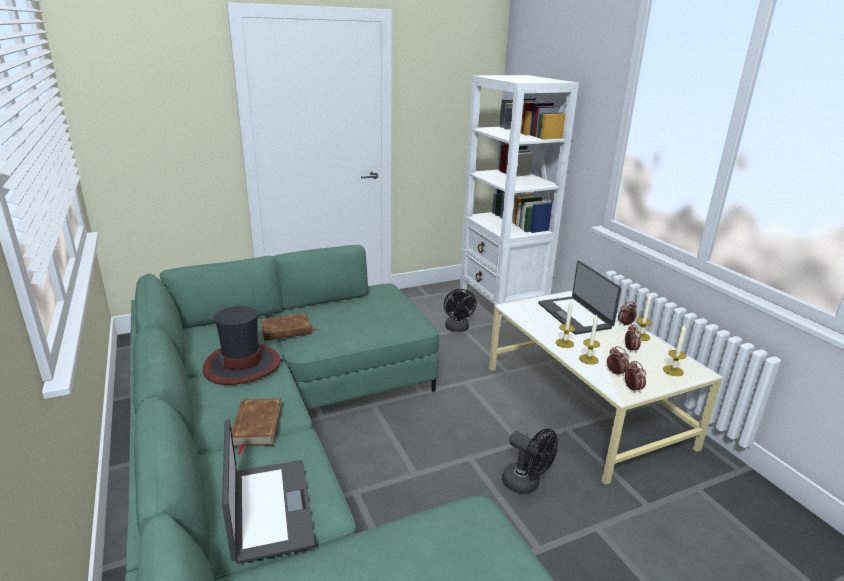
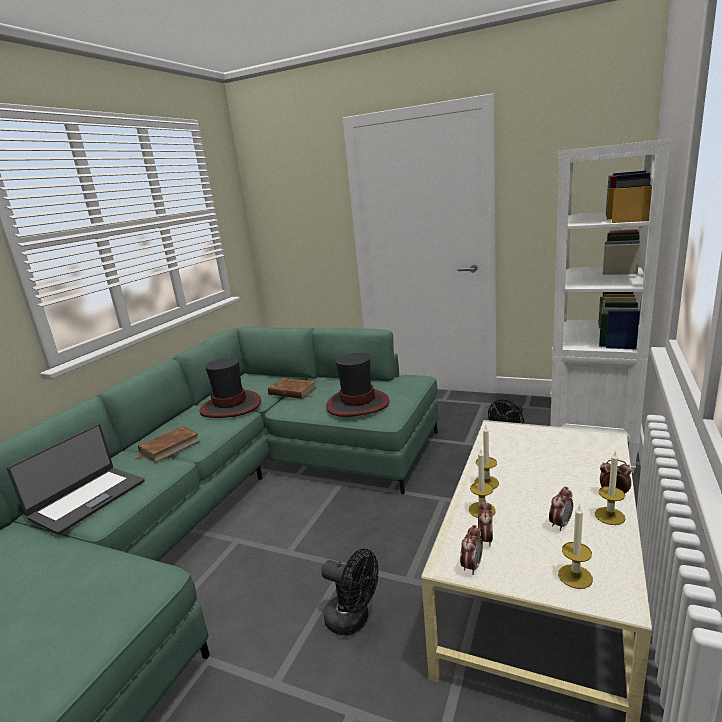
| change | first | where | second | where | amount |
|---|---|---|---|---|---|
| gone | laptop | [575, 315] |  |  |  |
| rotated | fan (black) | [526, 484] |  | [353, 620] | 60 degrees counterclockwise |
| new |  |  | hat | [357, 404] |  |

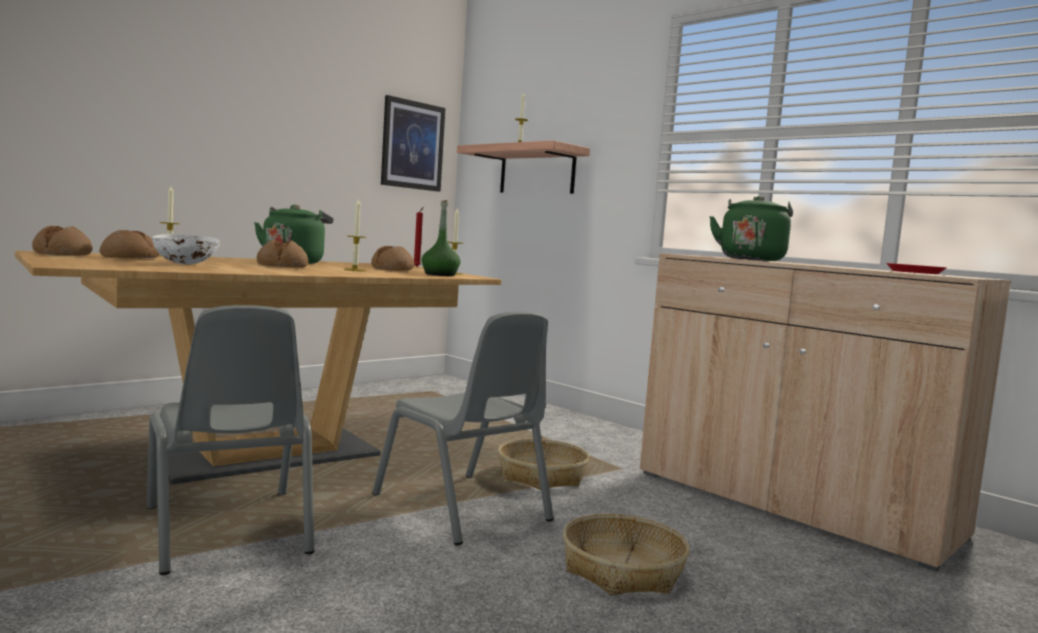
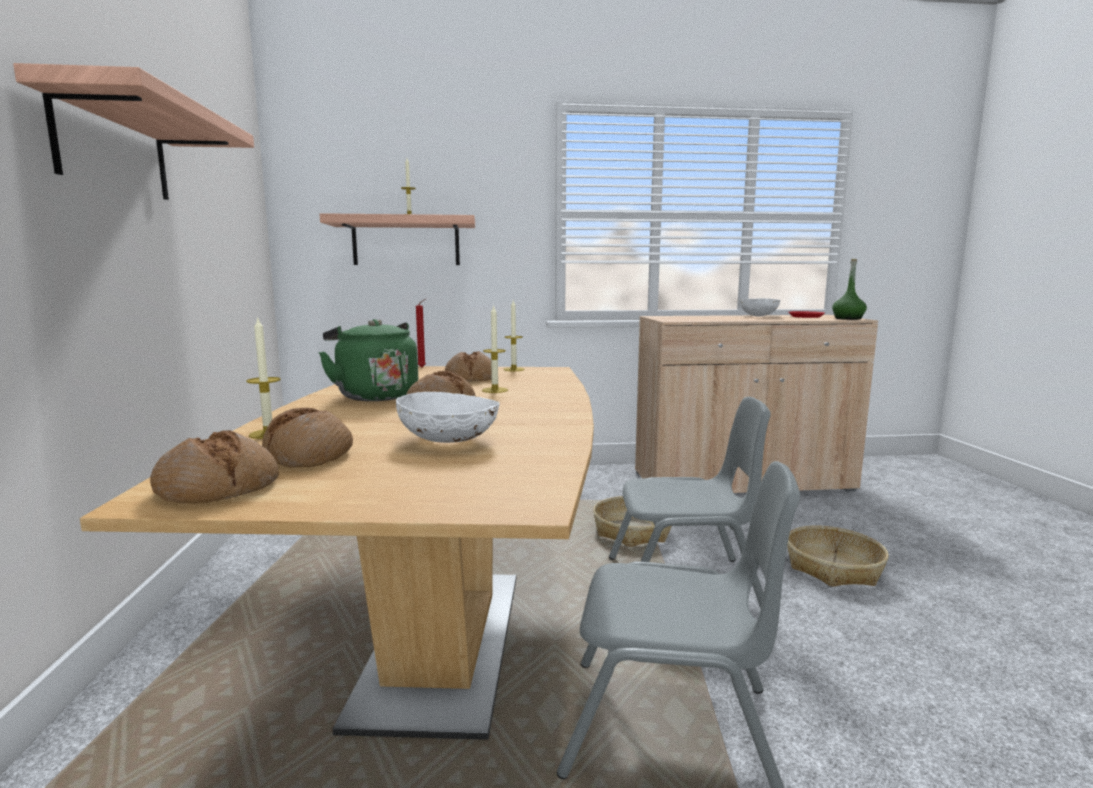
| change | first | where | second | where | amount |
|---|---|---|---|---|---|
| gone | picture | [412, 145] |  |  |  |
| gone | kettle (green) | [752, 259] |  |  |  |
| shifted | bottle (green) | [440, 274] |  | [848, 318] |  |
| new |  |  | shelf | [113, 147] |  |
| new |  |  | bowl (white) | [757, 316] |  |

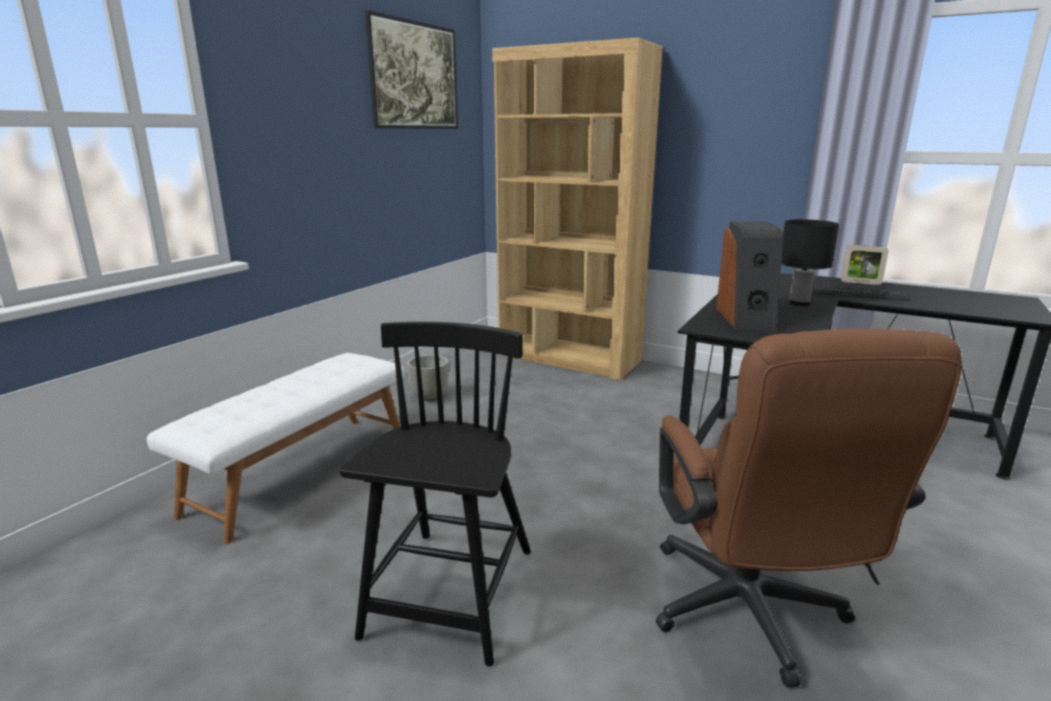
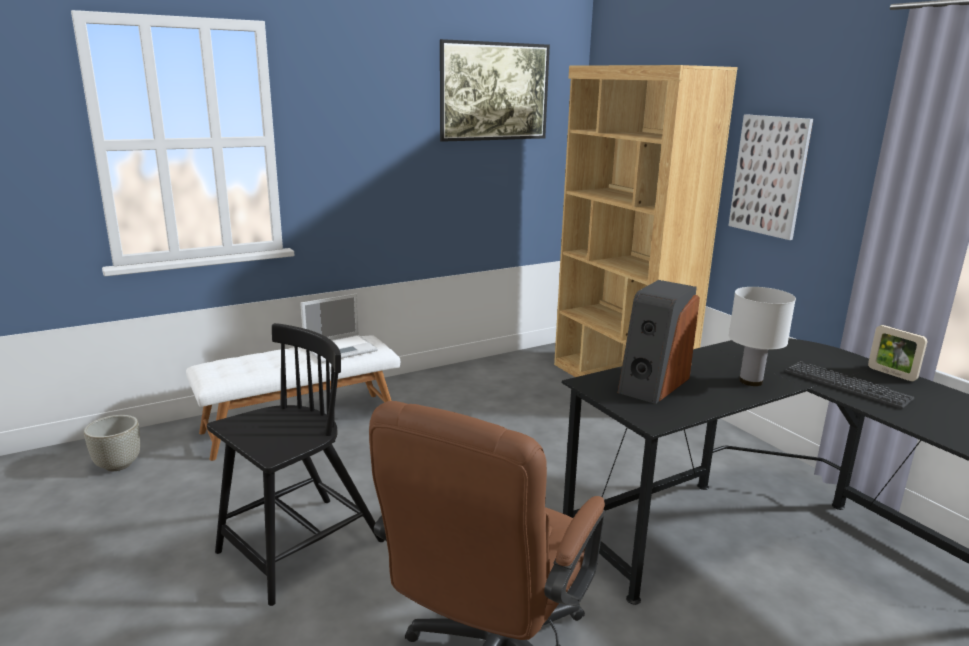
| change | first | where | second | where | amount |
|---|---|---|---|---|---|
| repainted | table lamp (black) | [799, 303] | table lamp (white) | [750, 381] |  |
| shifted | planter (grey) | [429, 397] |  | [117, 465] |  |
| new |  |  | picture | [769, 176] |  |
| new |  |  | laptop | [341, 348] |  |

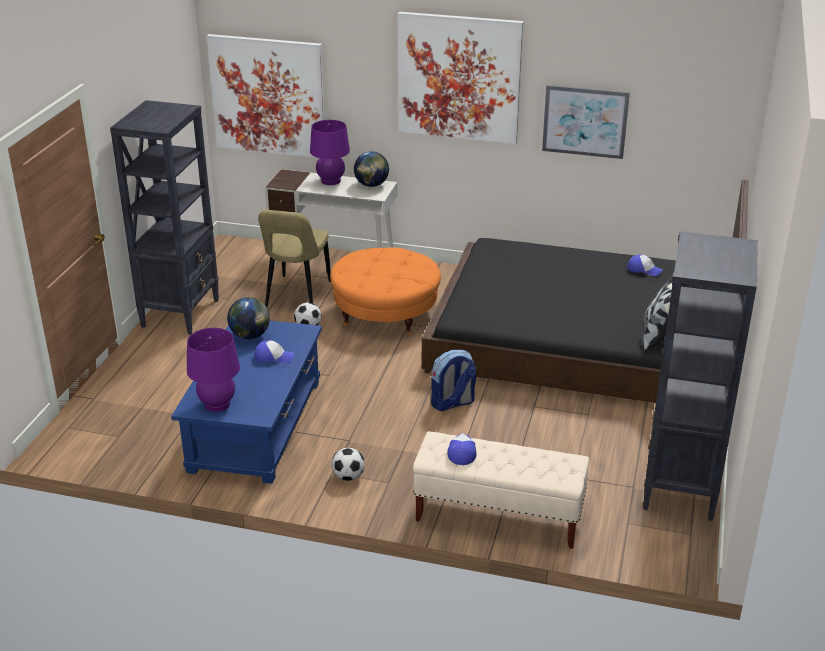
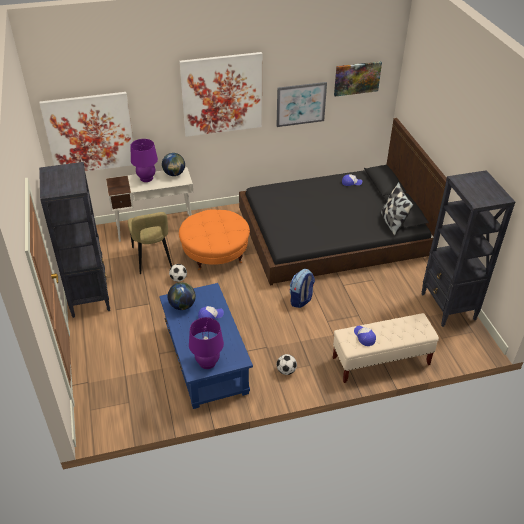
| change | first | where | second | where | amount |
|---|---|---|---|---|---|
| new |  |  | picture | [357, 78] |  |

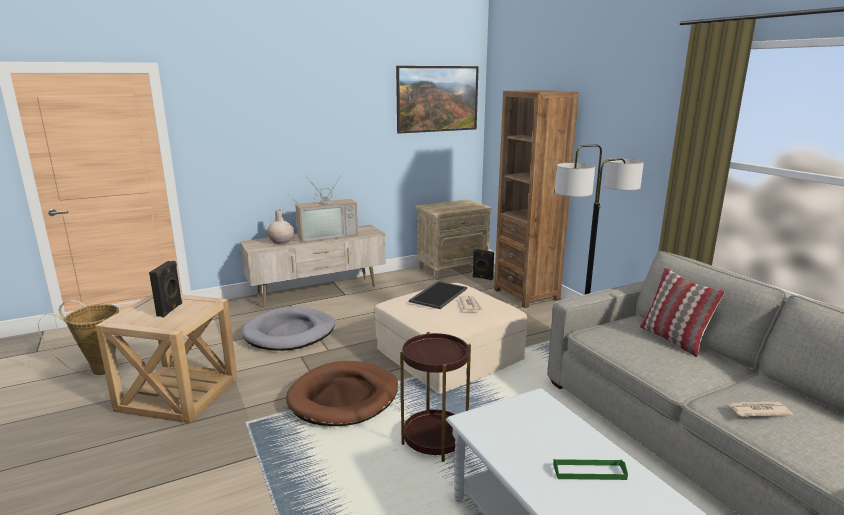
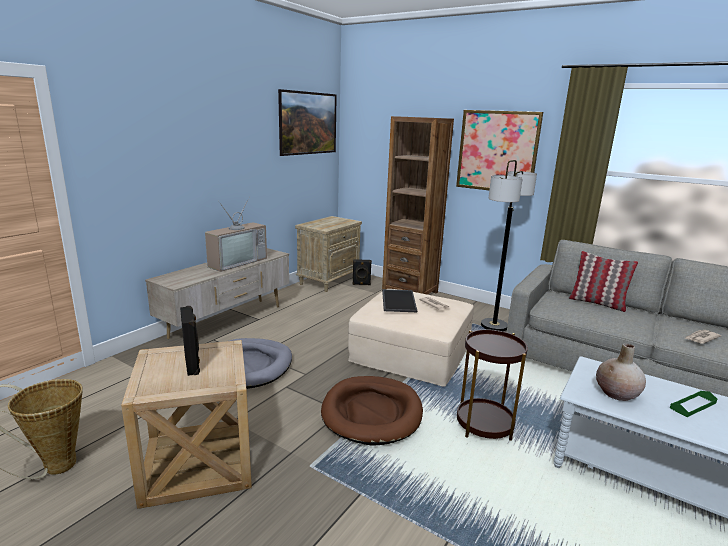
| change | first | where | second | where | amount |
|---|---|---|---|---|---|
| shifted | vase (beige) | [281, 242] |  | [617, 393] |  |
| new |  |  | picture | [497, 151] |  |

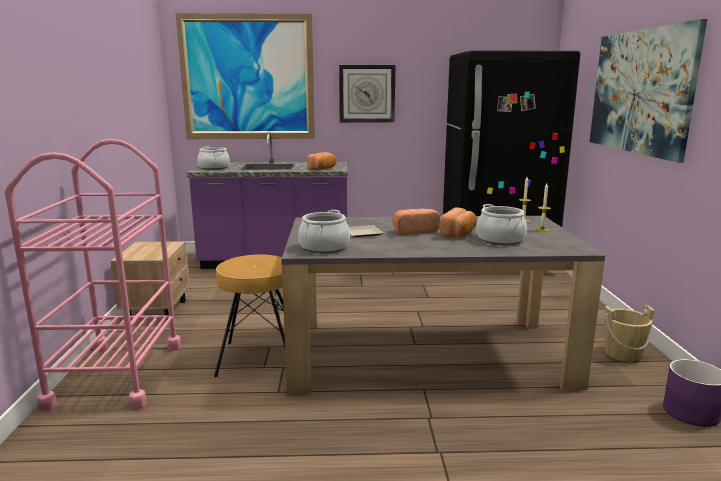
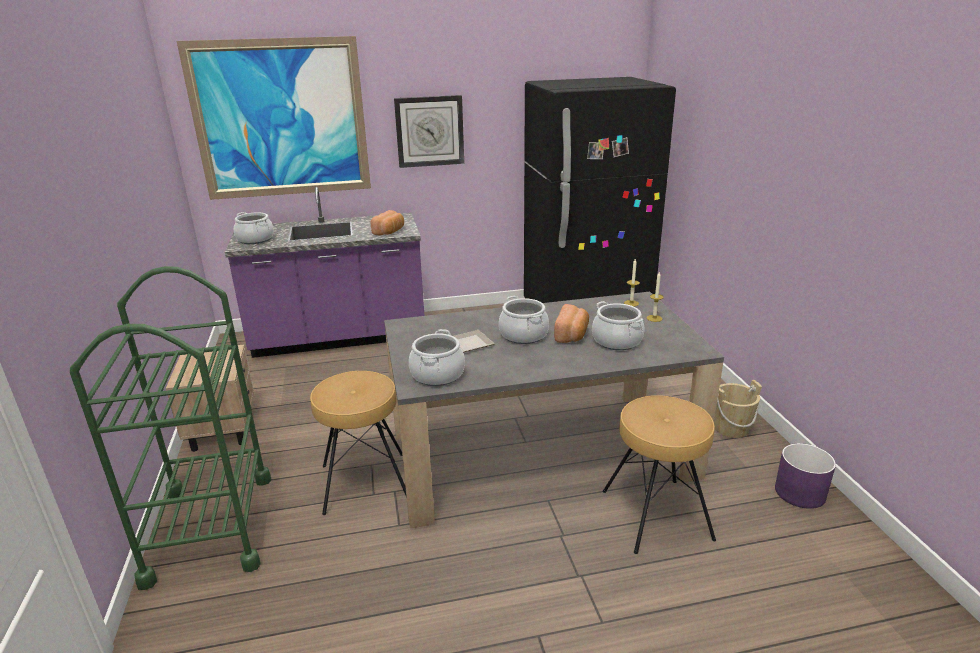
| change | first | where | second | where | amount |
|---|---|---|---|---|---|
| gone | picture | [640, 91] |  |  |  |
| repainted | cart (pink) | [117, 374] | cart (green) | [210, 527] |  |
| swapped | bread | [414, 231] | cooking pot | [523, 335] |  |
| new |  |  | stool (brown) | [655, 515] |  |

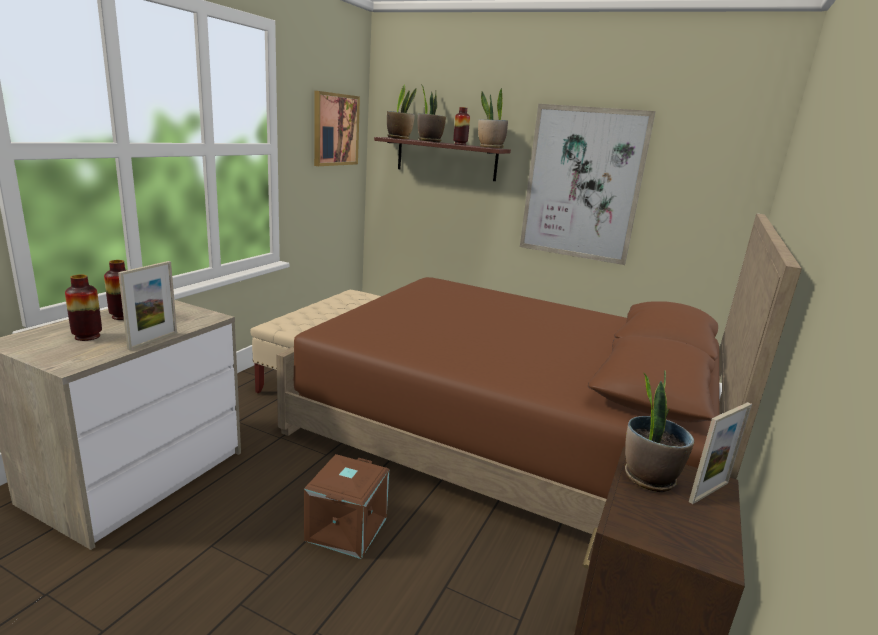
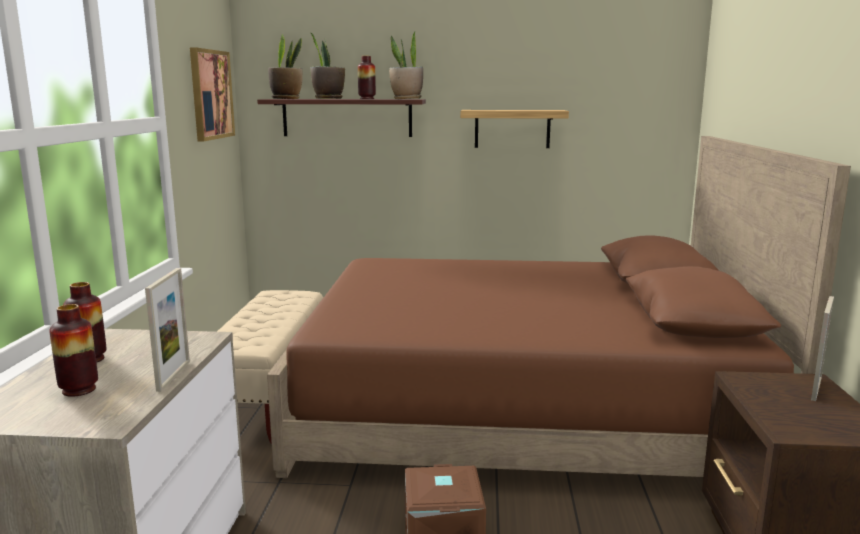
| change | first | where | second | where | amount |
|---|---|---|---|---|---|
| swapped | picture | [582, 184] | shelf | [512, 129] |  |
| gone | potted plant | [648, 477] |  |  |  |

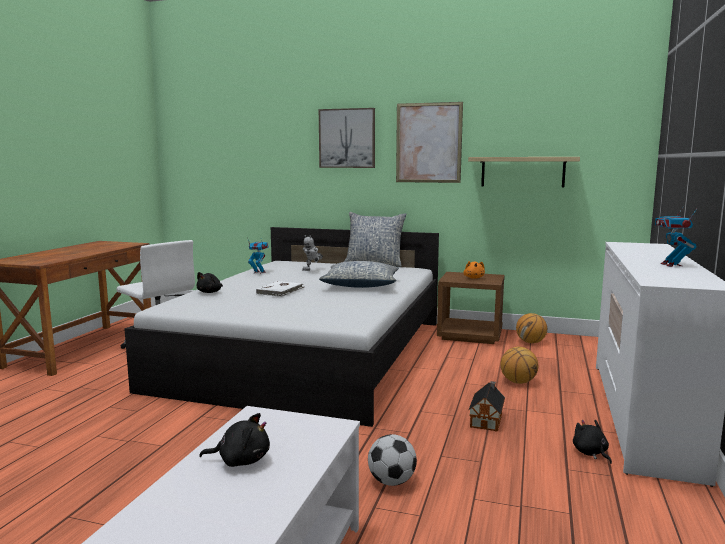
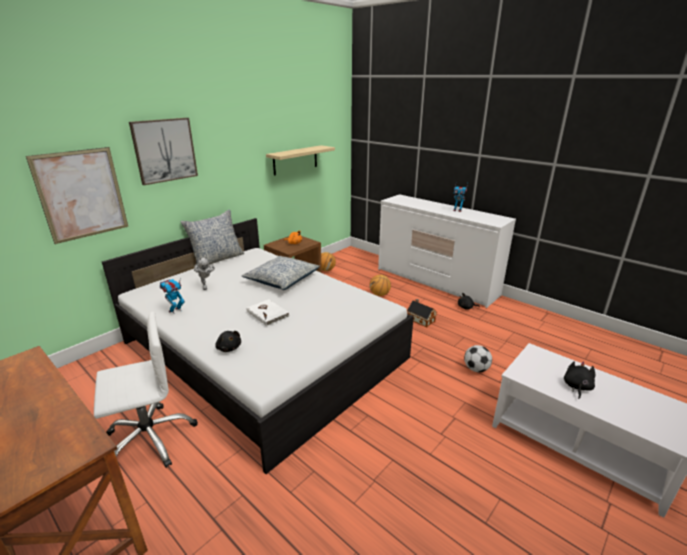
| change | first | where | second | where | amount |
|---|---|---|---|---|---|
| shifted | picture | [428, 143] |  | [82, 194] |  |

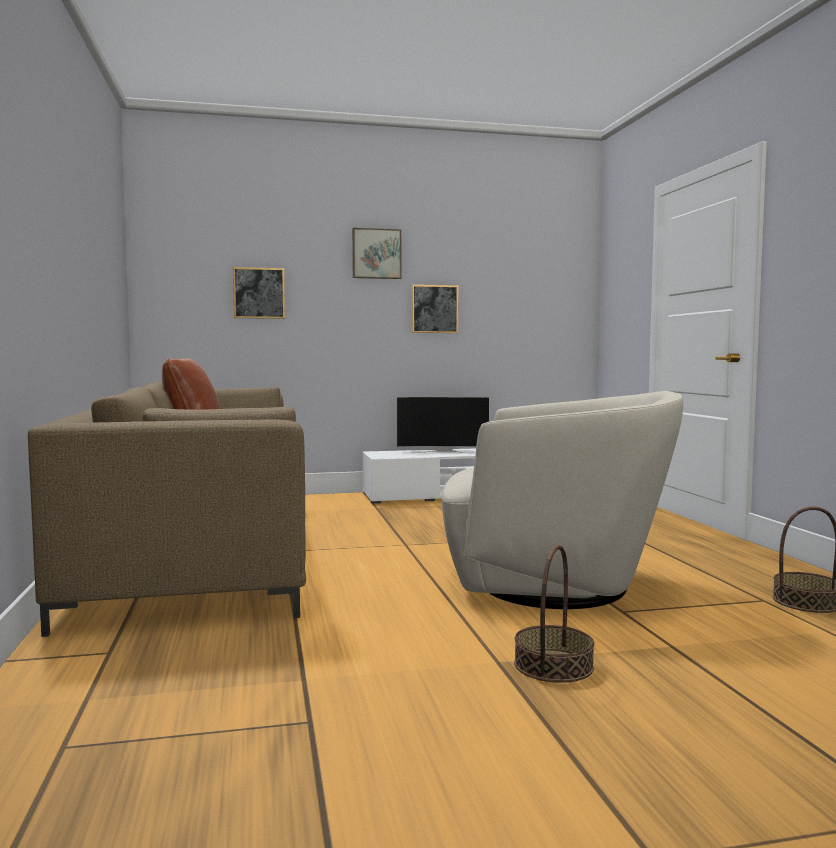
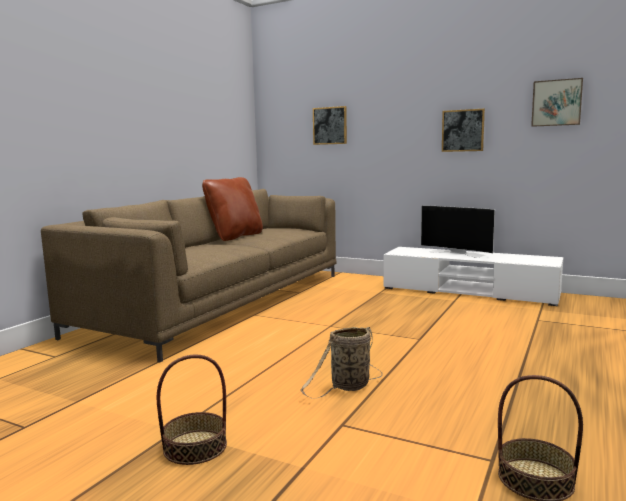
| change | first | where | second | where | amount |
|---|---|---|---|---|---|
| shifted | picture | [376, 254] |  | [556, 103] |  |
| swapped | armchair (beige) | [556, 586] | basket | [348, 387] |  |

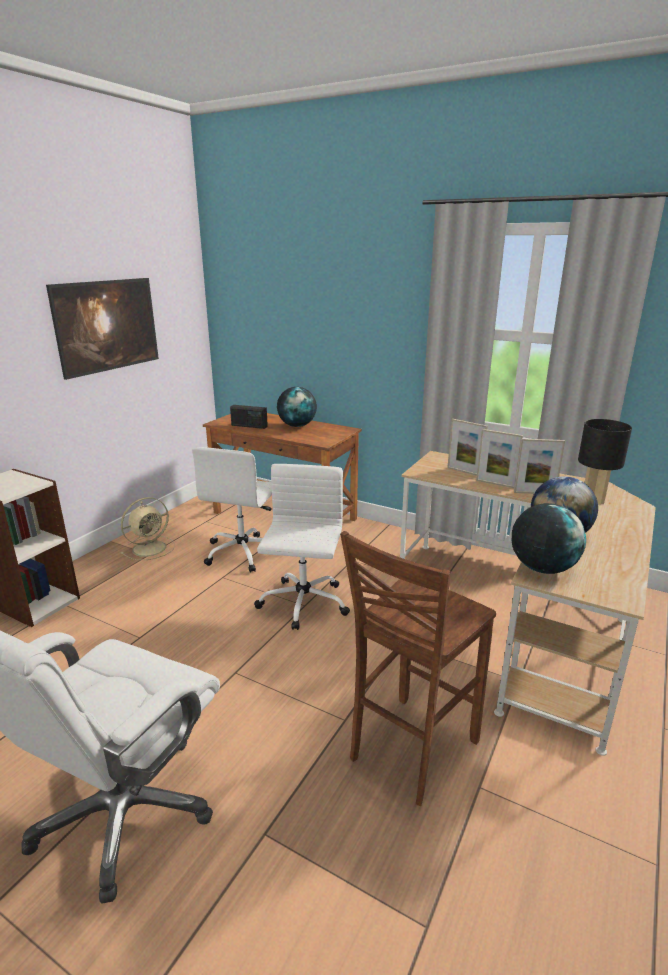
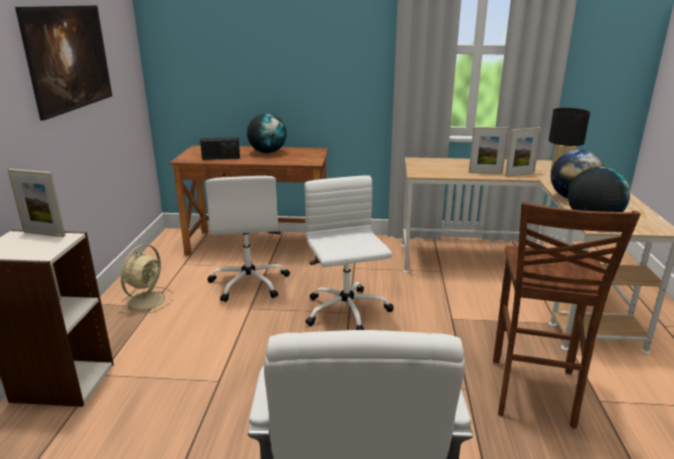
| change | first | where | second | where | amount |
|---|---|---|---|---|---|
| shifted | picture frame | [464, 471] |  | [44, 234] |  |

